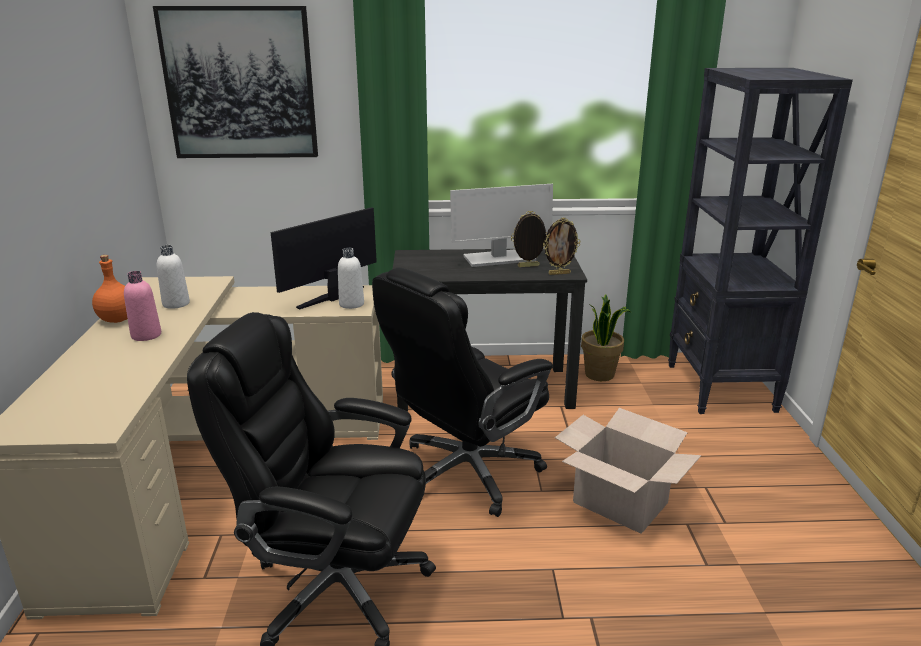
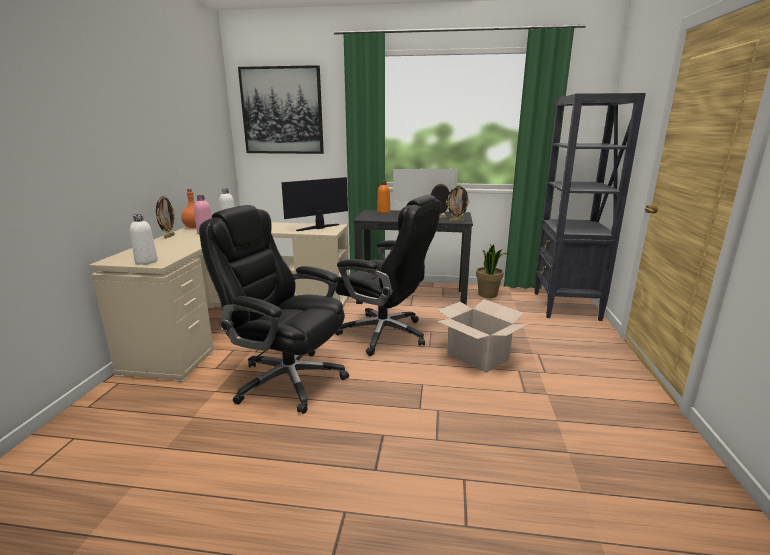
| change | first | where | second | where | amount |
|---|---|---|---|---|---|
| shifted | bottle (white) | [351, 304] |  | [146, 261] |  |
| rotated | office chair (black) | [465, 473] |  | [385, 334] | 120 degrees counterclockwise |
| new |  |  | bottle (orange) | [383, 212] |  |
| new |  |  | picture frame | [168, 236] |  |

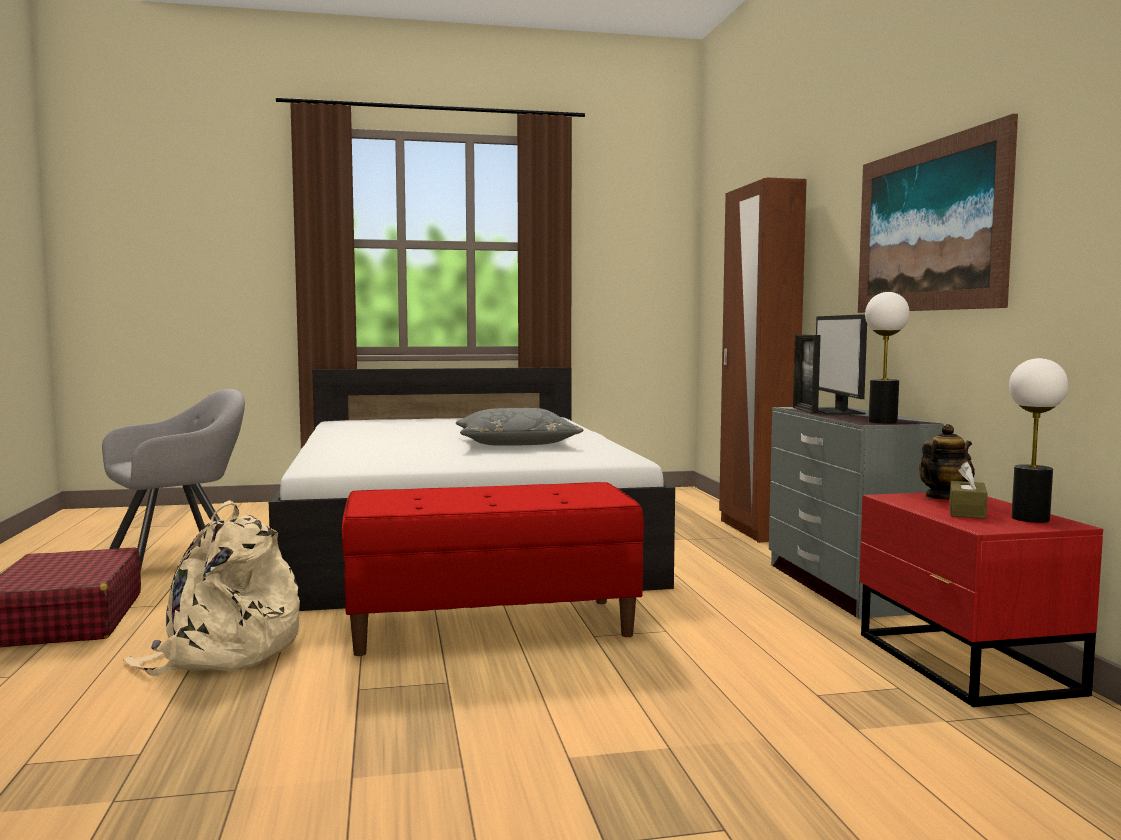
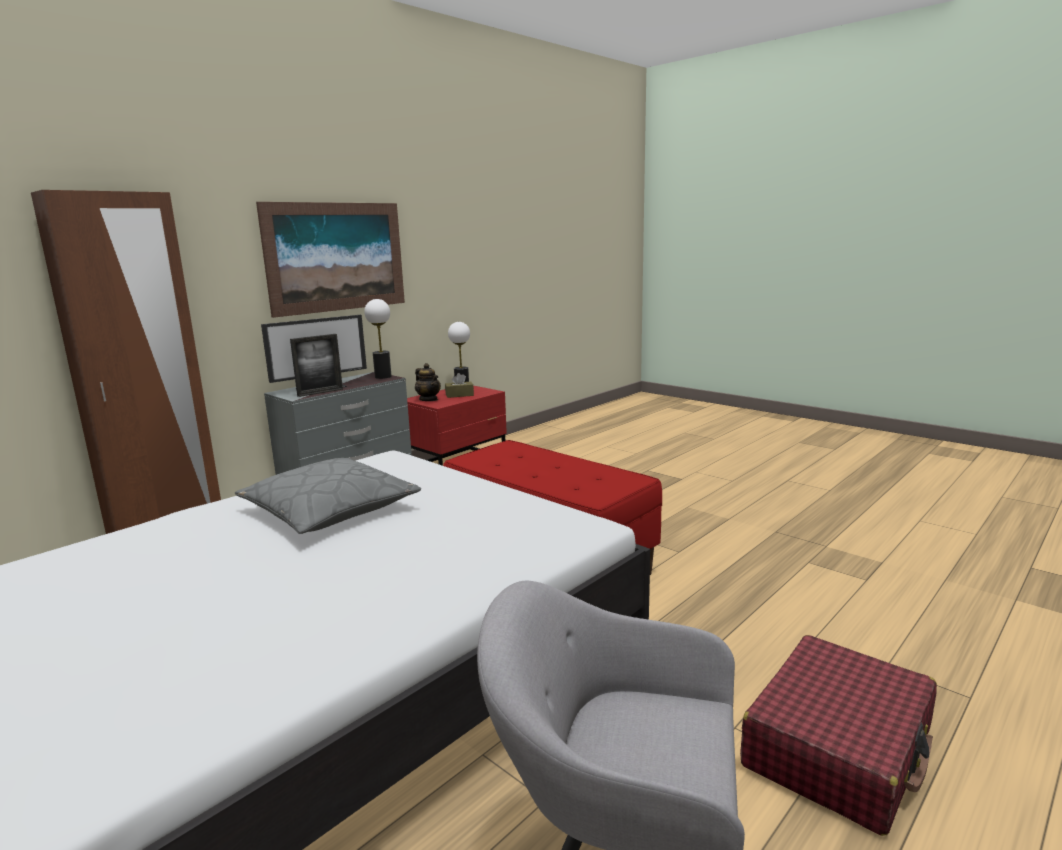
| change | first | where | second | where | amount |
|---|---|---|---|---|---|
| rotated | teapot | [943, 498] |  | [428, 399] | 150 degrees counterclockwise |
| gone | backpack (beige) | [223, 652] |  |  |  |

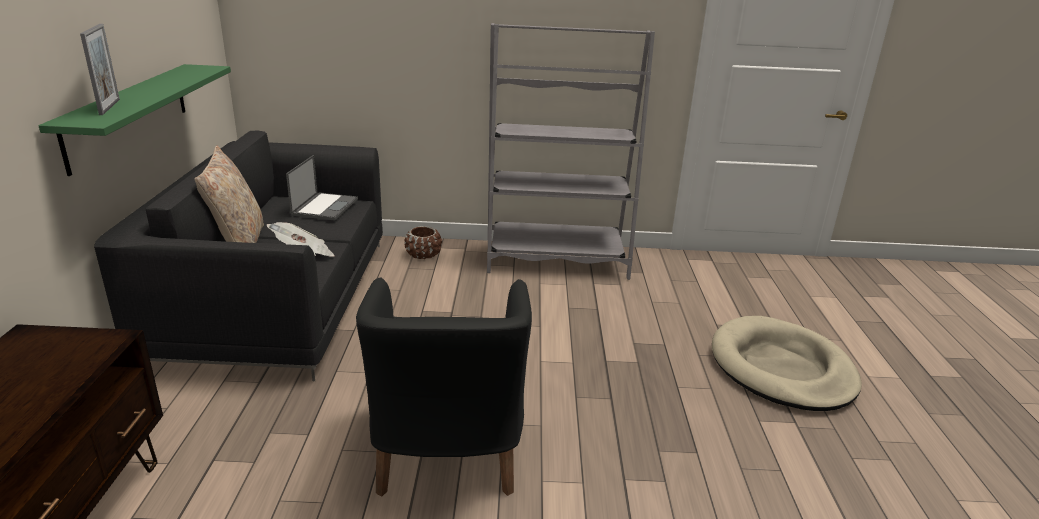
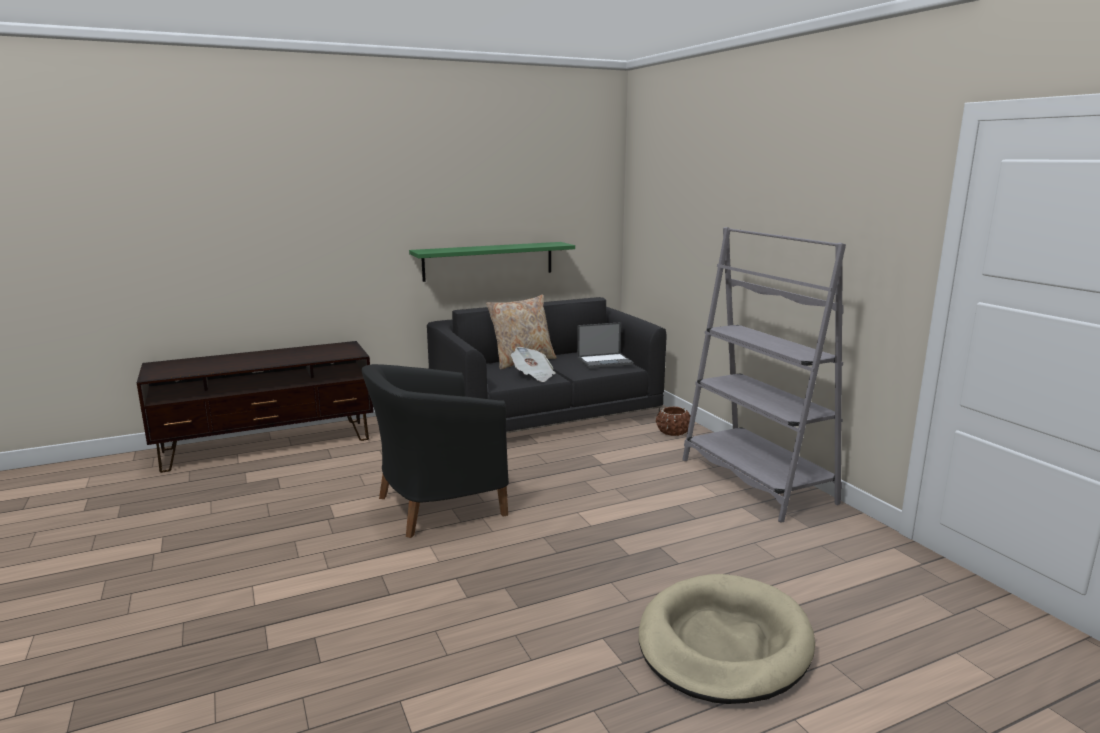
| change | first | where | second | where | amount |
|---|---|---|---|---|---|
| gone | picture frame | [109, 107] |  |  |  |

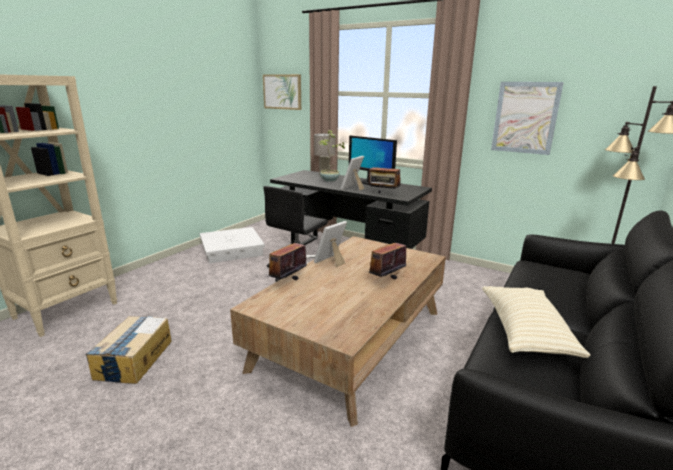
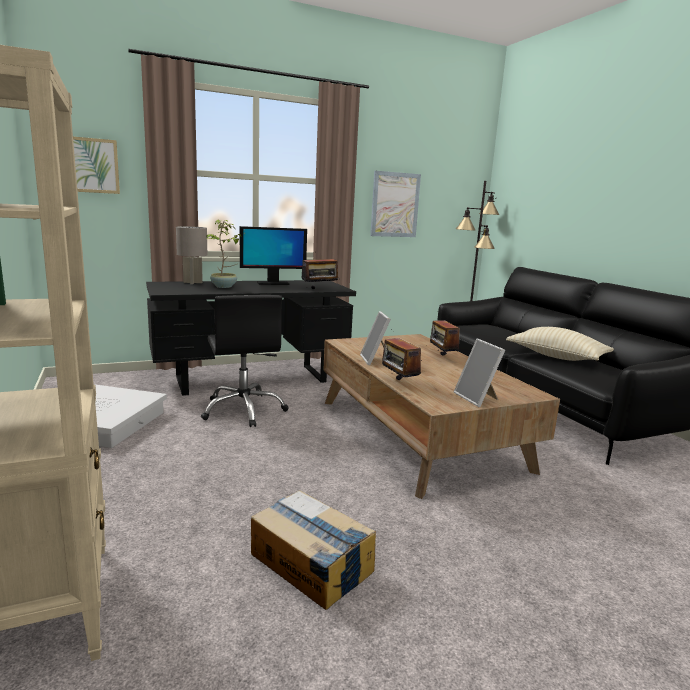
| change | first | where | second | where | amount |
|---|---|---|---|---|---|
| shifted | picture frame | [353, 188] |  | [477, 398] |  |

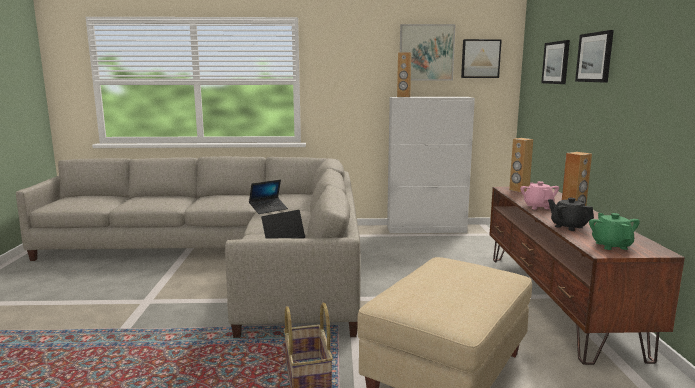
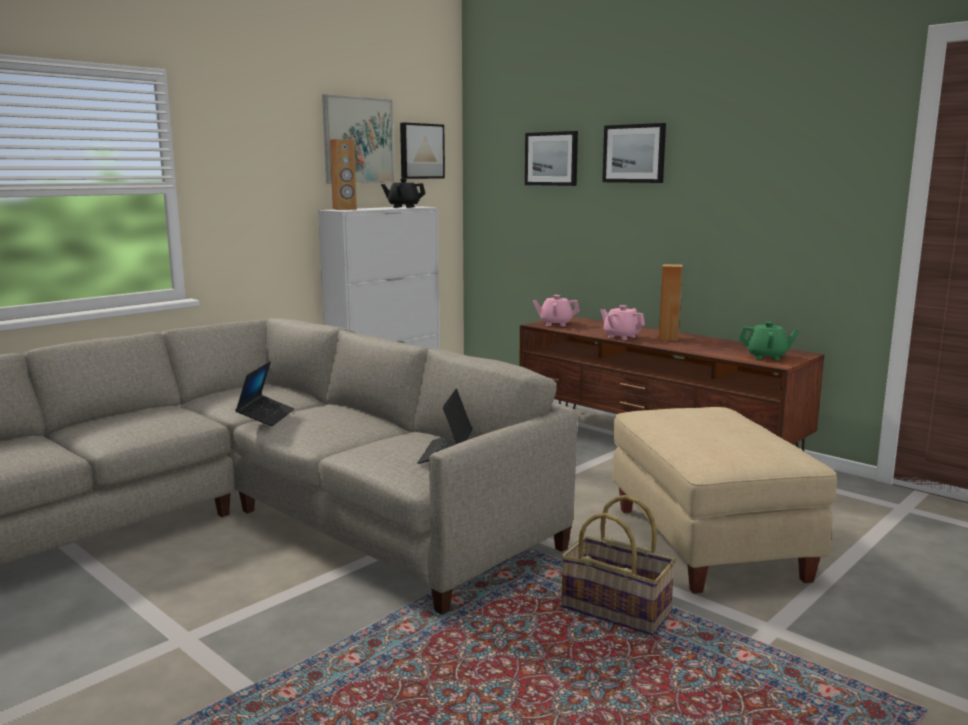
| change | first | where | second | where | amount |
|---|---|---|---|---|---|
| swapped | speaker (brown) | [519, 190] | teapot (pink) | [555, 324] |  |
| shifted | teapot (black) | [568, 226] |  | [403, 207] |  |
| rotated | teapot (green) | [611, 245] |  | [766, 357] | 150 degrees clockwise |

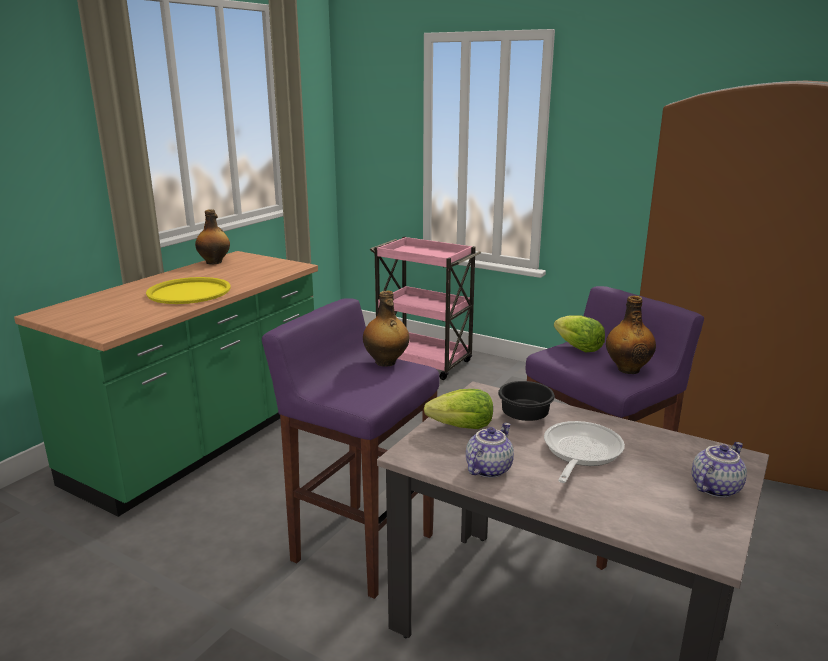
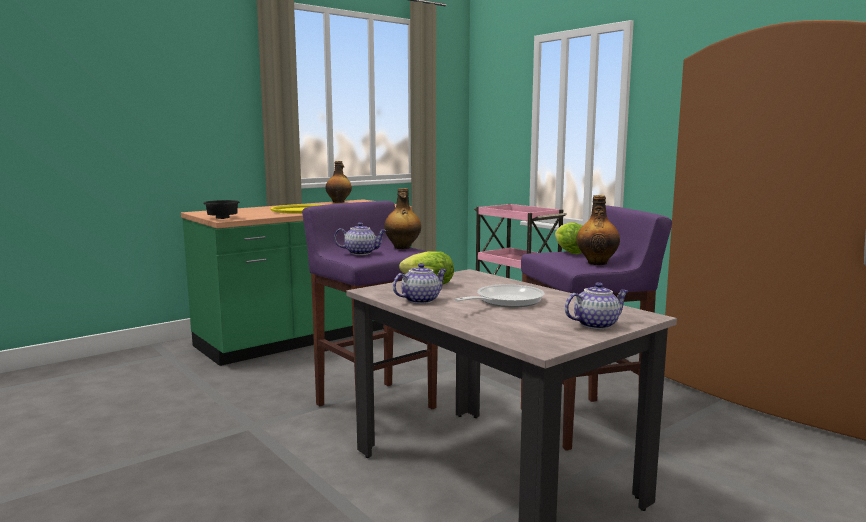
| change | first | where | second | where | amount |
|---|---|---|---|---|---|
| shifted | bowl (black) | [524, 416] |  | [223, 218] |  |
| new |  |  | teapot | [361, 253] |  |

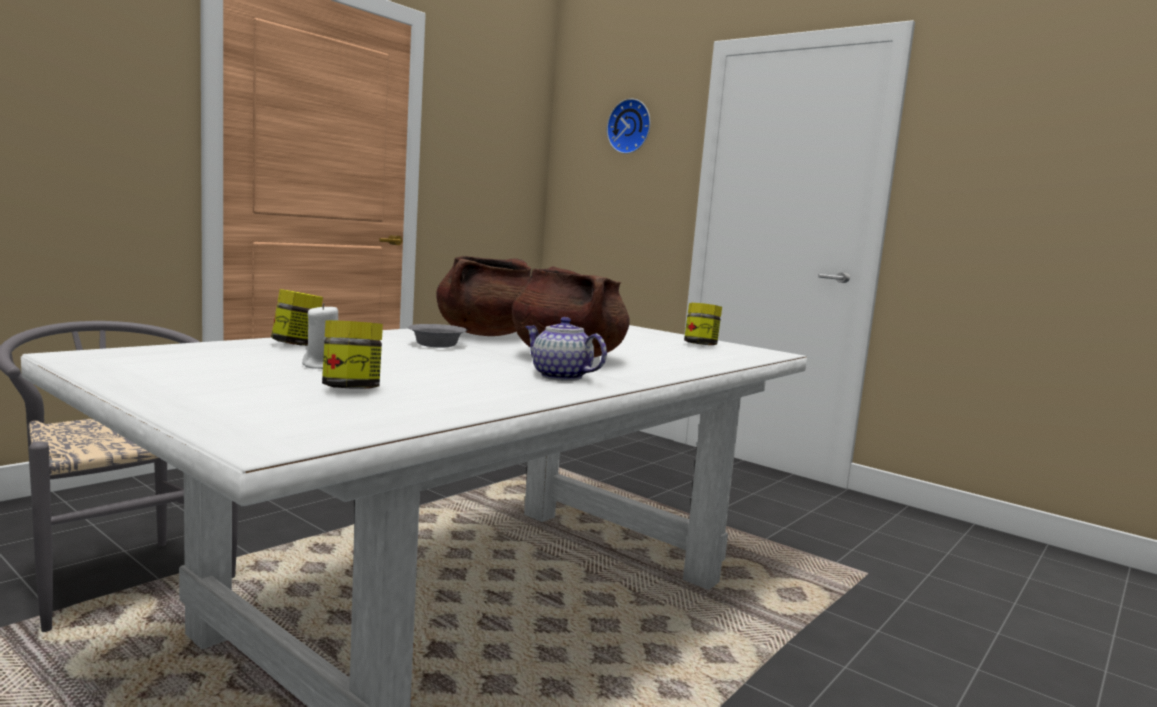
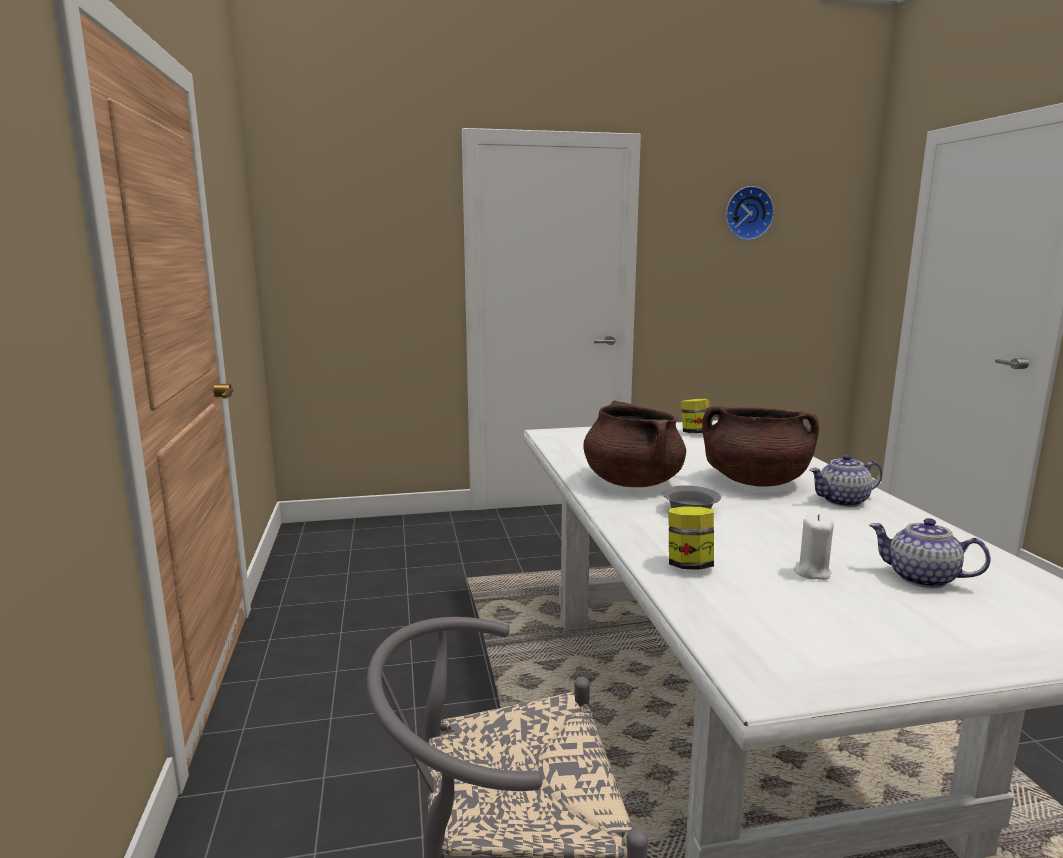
| change | first | where | second | where | amount |
|---|---|---|---|---|---|
| shifted | wall clock | [630, 127] |  | [747, 213] |  |
| swapped | jar | [351, 389] | teapot | [921, 578] |  |

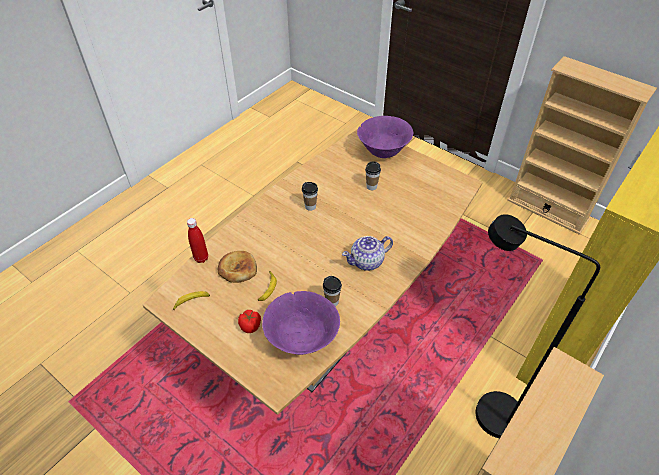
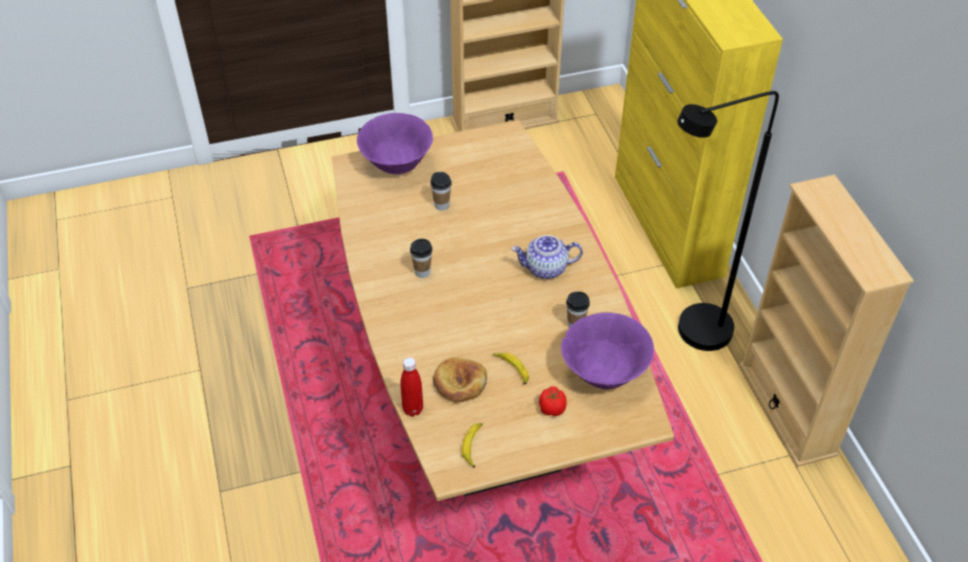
| change | first | where | second | where | amount |
|---|---|---|---|---|---|
| rotated | teapot | [367, 261] |  | [546, 268] | 75 degrees clockwise |

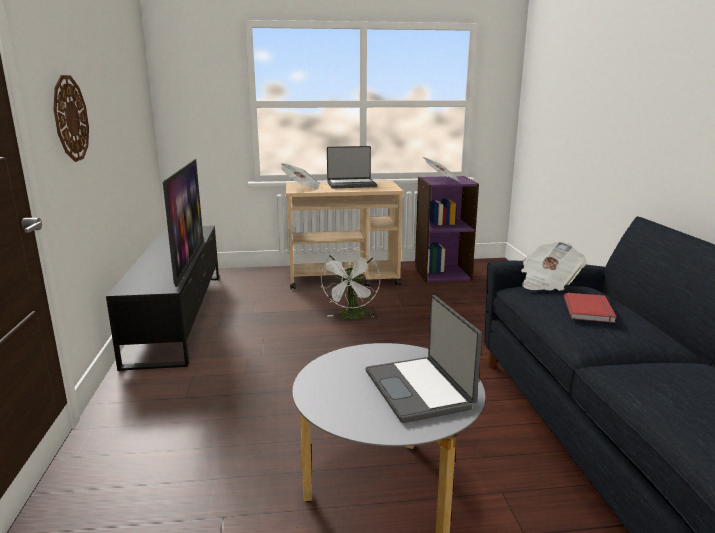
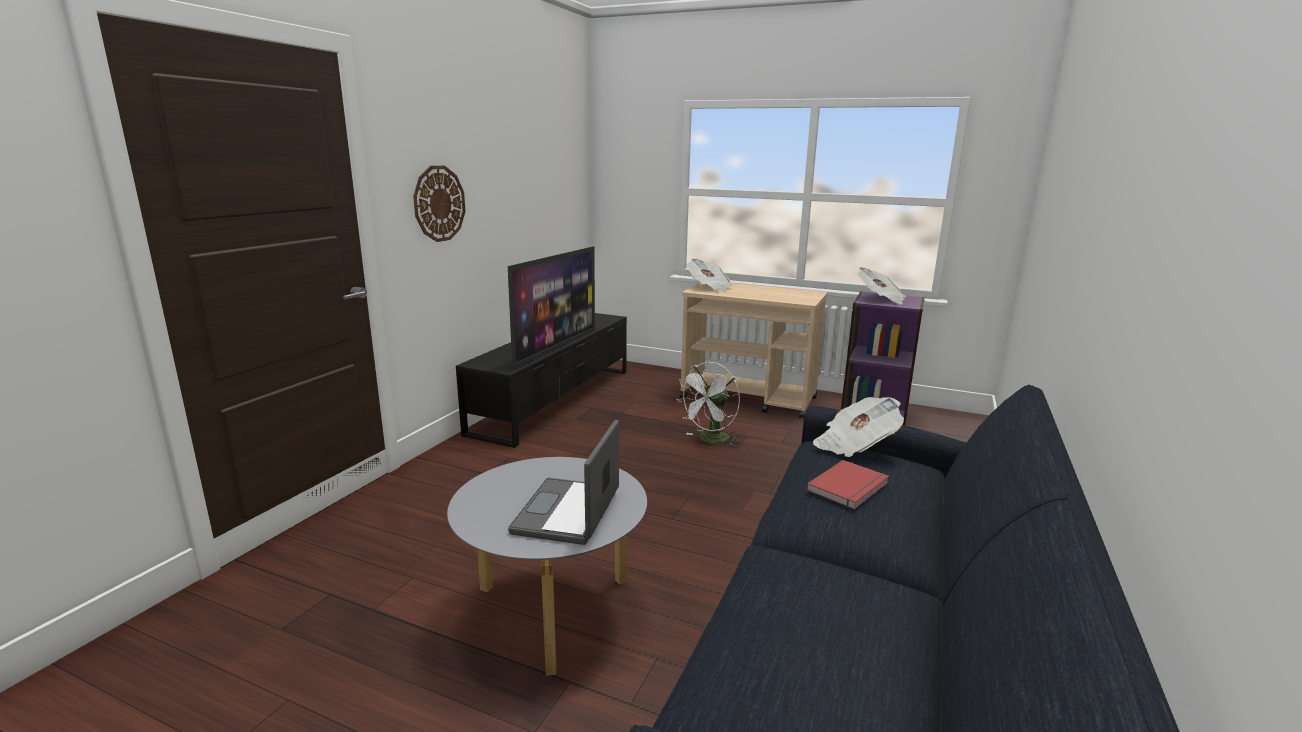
| change | first | where | second | where | amount |
|---|---|---|---|---|---|
| gone | laptop | [351, 184] |  |  |  |

